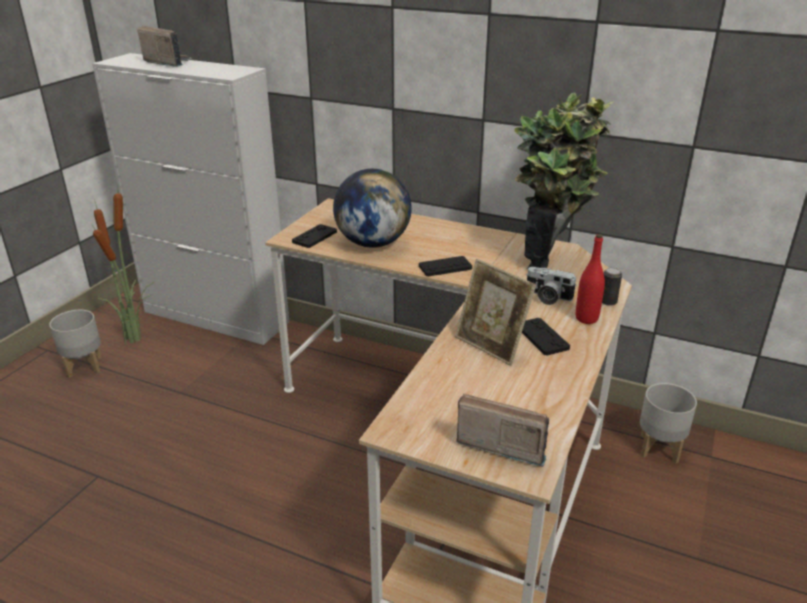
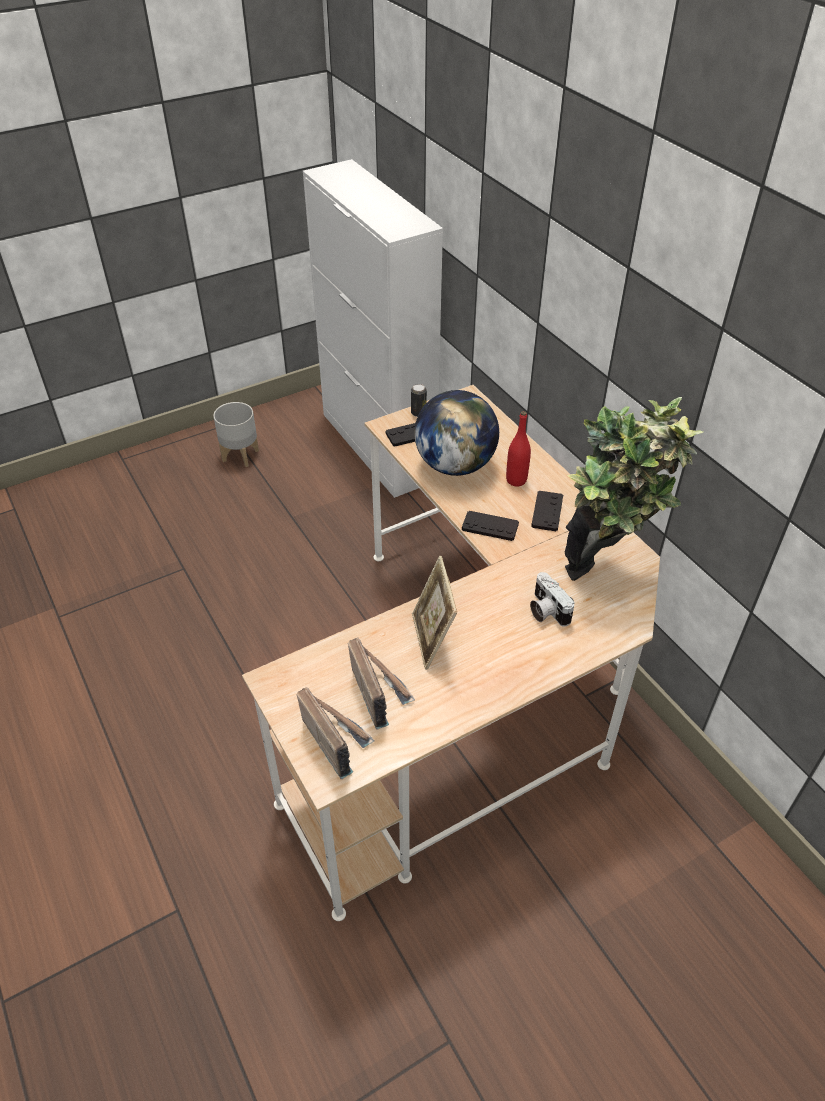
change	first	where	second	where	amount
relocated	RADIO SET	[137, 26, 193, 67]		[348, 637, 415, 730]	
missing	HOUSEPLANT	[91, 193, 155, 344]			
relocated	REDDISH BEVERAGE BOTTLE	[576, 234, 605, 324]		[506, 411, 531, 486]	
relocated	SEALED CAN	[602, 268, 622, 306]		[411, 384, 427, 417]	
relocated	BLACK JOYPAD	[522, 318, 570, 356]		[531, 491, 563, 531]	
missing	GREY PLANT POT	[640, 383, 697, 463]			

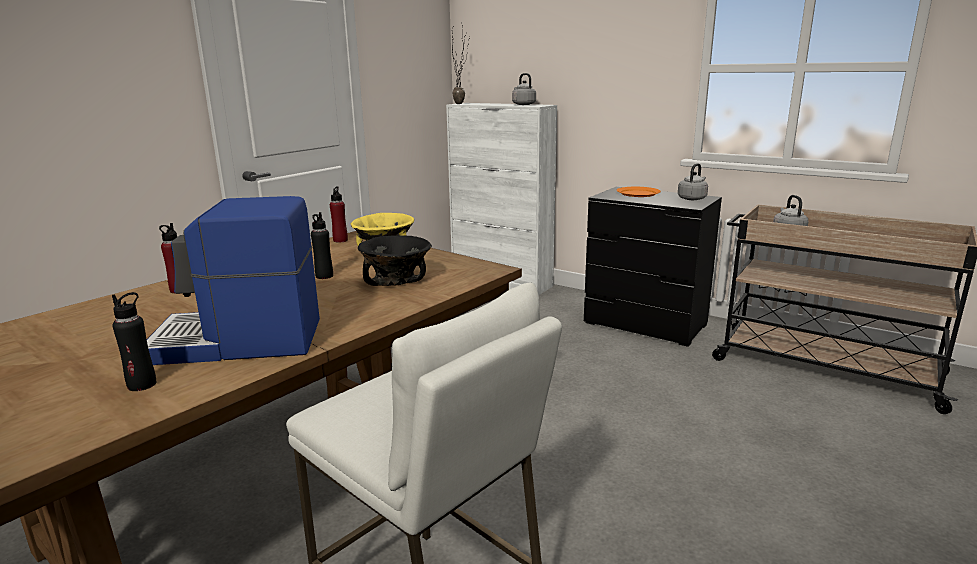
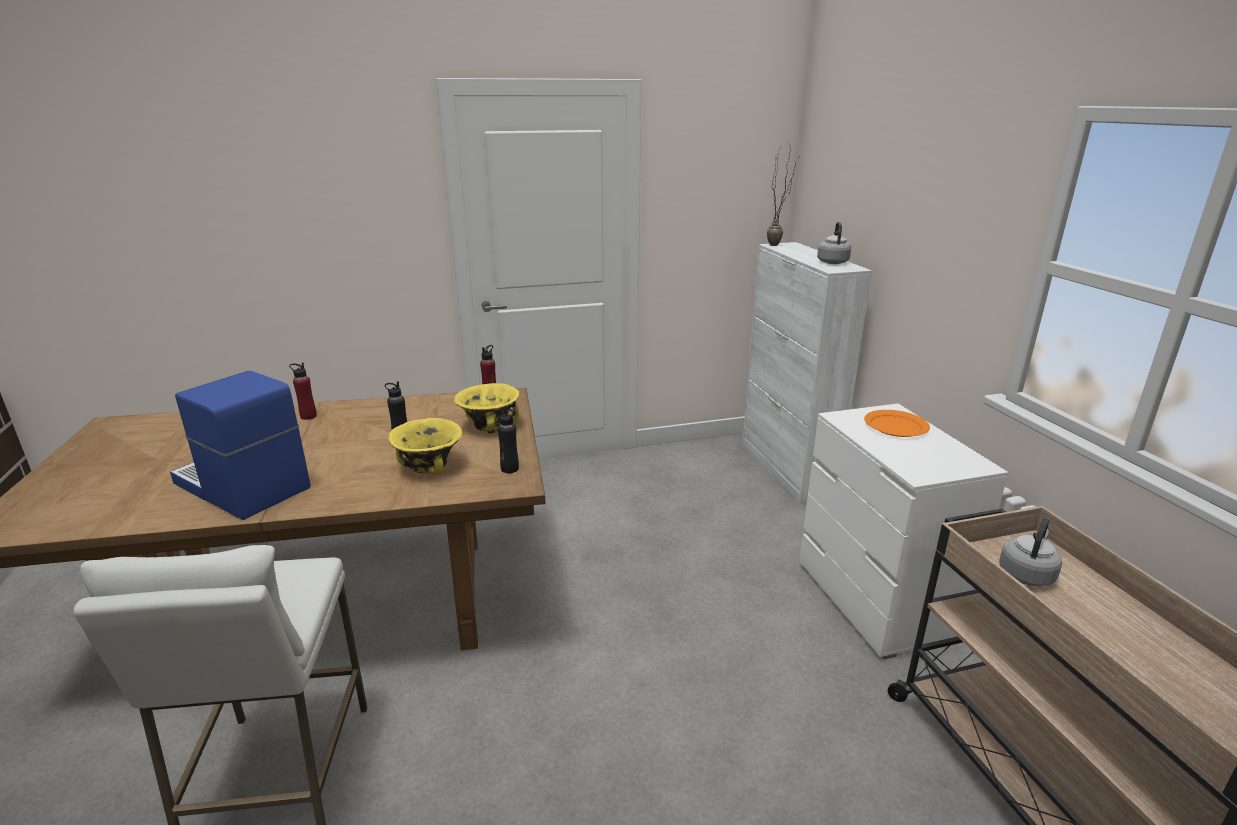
change	first	where	second	where	amount
missing	GREY TEA KETTLE	[678, 163, 708, 200]			
colour	BLACK DRAWER CHEST	[584, 187, 722, 347]	WHITE DRAWER CHEST	[799, 403, 1008, 659]	
colour	BLACK BOWL	[358, 235, 432, 286]	YELLOWISH BOWL	[388, 418, 462, 475]	
relocated	BLACK BEVERAGE BOTTLE	[112, 292, 156, 391]		[498, 408, 519, 473]	

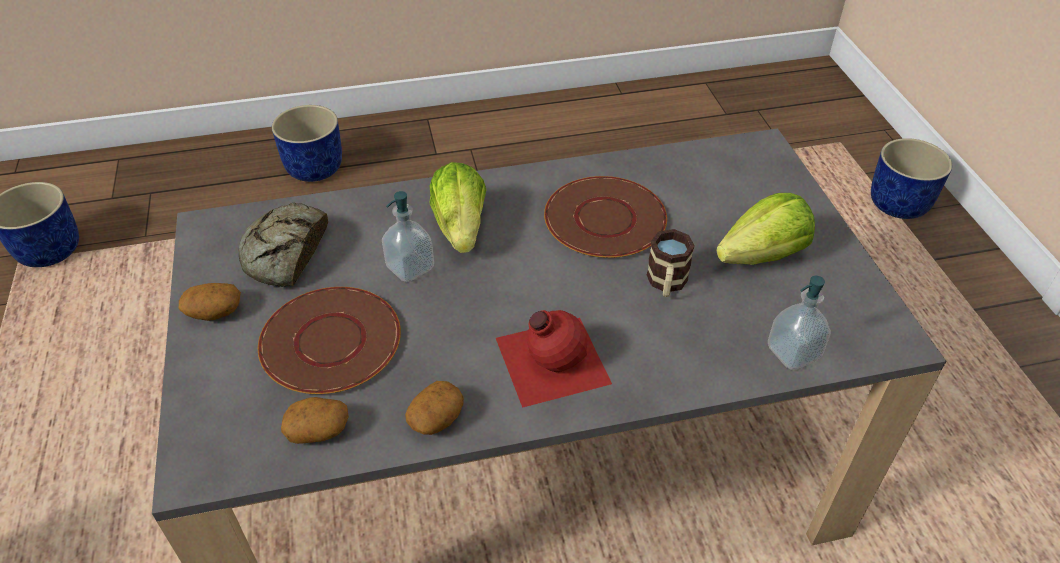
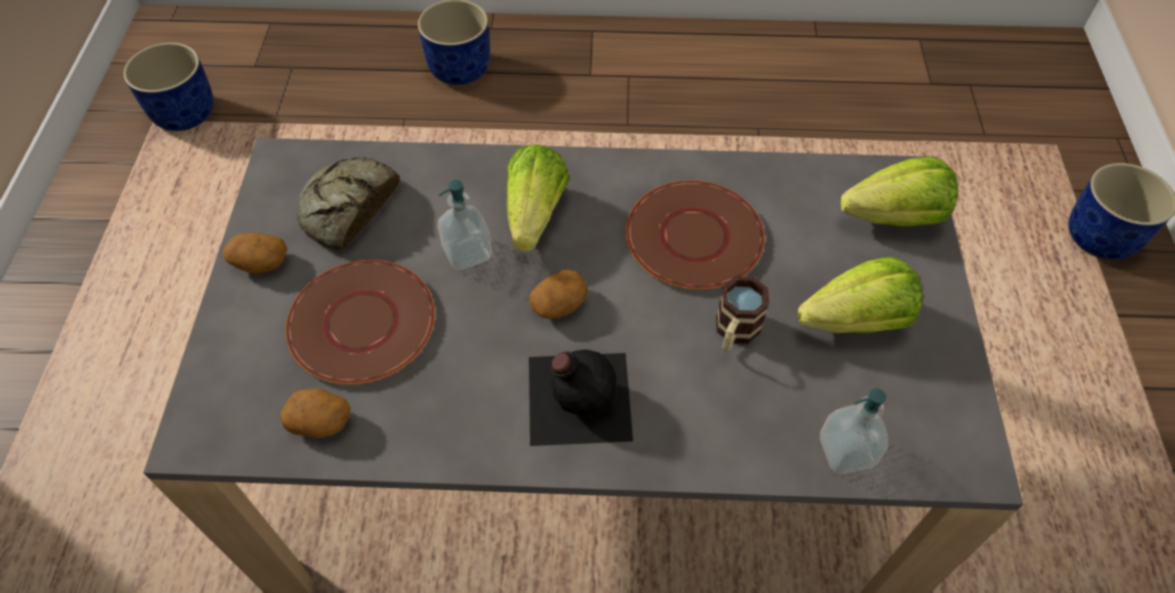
change	first	where	second	where	amount
colour	REDDISH BEVERAGE BOTTLE	[496, 310, 612, 408]	BLACK BEVERAGE BOTTLE	[529, 349, 633, 446]	
relocated	POTATO	[405, 381, 464, 435]		[529, 269, 588, 319]	
appeared			HEAD OF LETTUCE	[840, 157, 958, 227]	

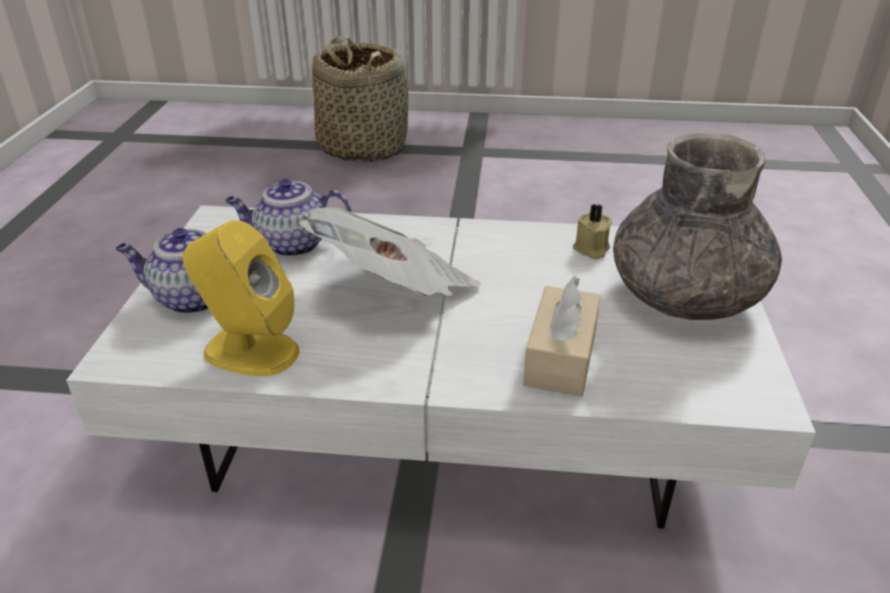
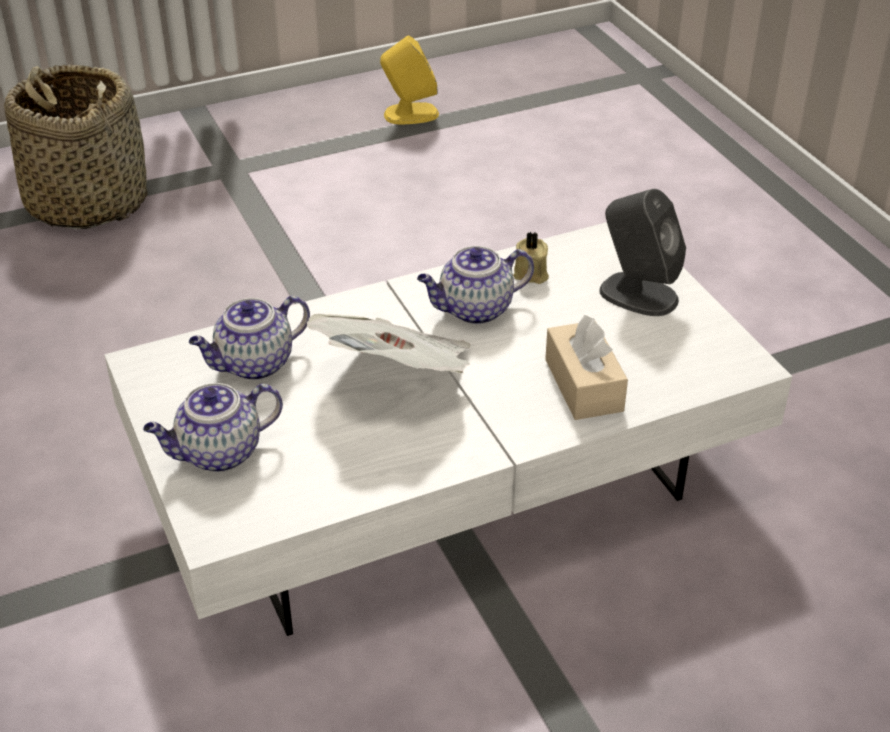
change	first	where	second	where	amount
exchanged	GREY VASE	[613, 133, 782, 320]	GREY AUDIO SPEAKER	[599, 189, 686, 316]	
relocated	YELLOWISH AUDIO SPEAKER	[182, 220, 299, 376]		[380, 35, 439, 124]	
appeared			POT FOR TEA	[417, 246, 534, 325]	

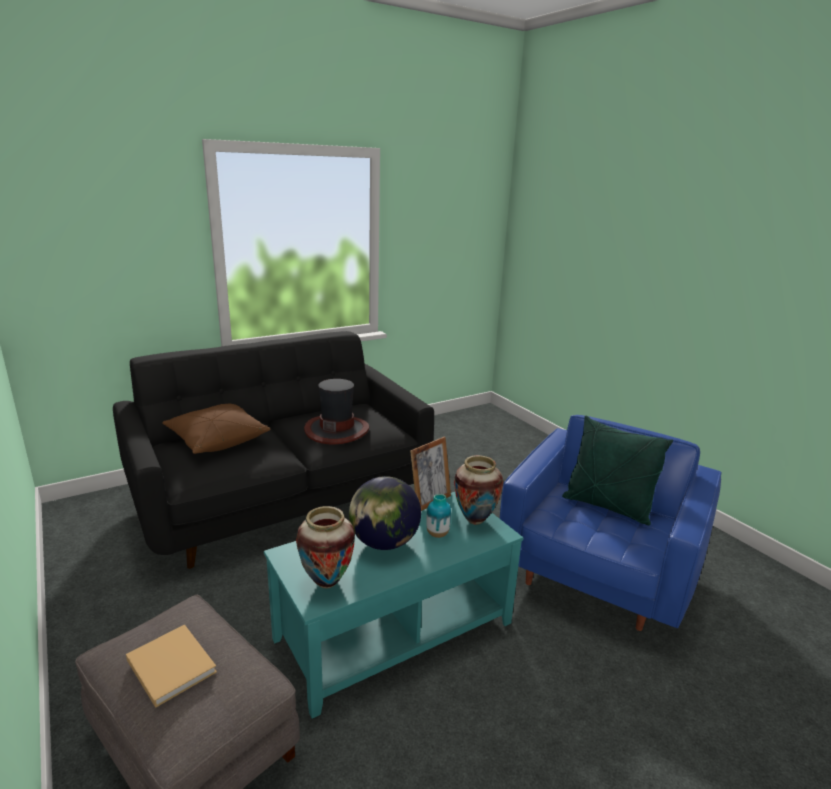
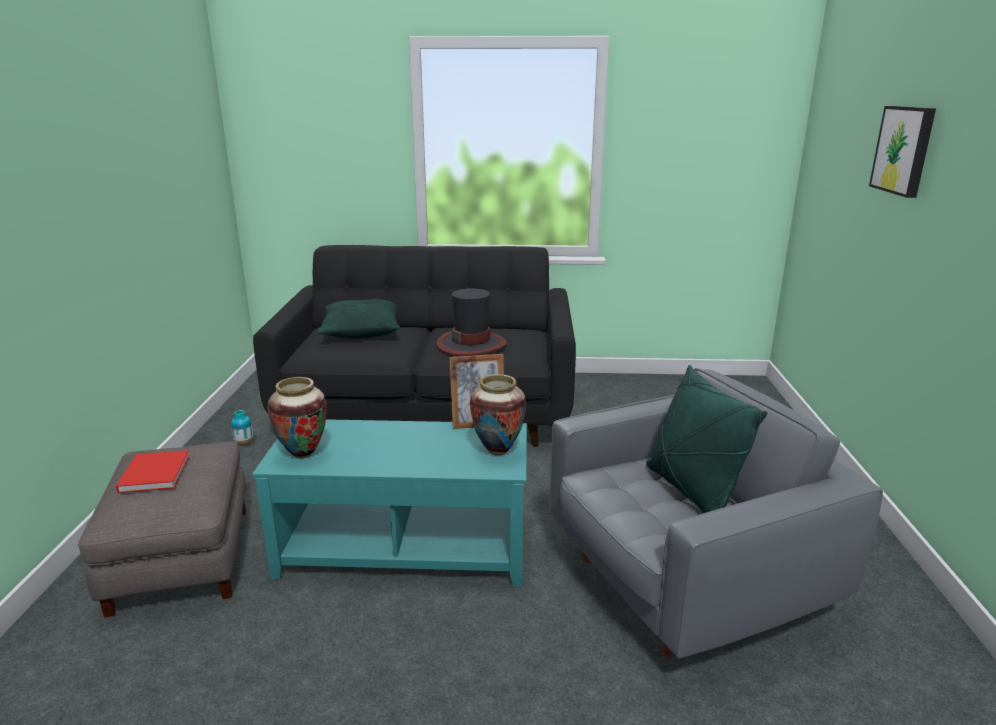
change	first	where	second	where	amount
colour	BROWN-COLOURED PILLOW	[162, 404, 270, 454]	GREEN-COLOURED PILLOW	[316, 299, 400, 339]	
colour	BLUISH LOUNGE CHAIR	[500, 415, 722, 631]	GREY LOUNGE CHAIR	[550, 368, 883, 659]	
missing	WORLD GLOBE	[349, 476, 421, 550]			
relocated	VASE	[426, 494, 451, 538]		[231, 410, 253, 445]	
colour	SAND-COLOURED BOOK	[126, 624, 217, 708]	REDDISH BOOK	[116, 450, 190, 493]	
appeared			WALL PICTURE	[869, 106, 936, 198]	

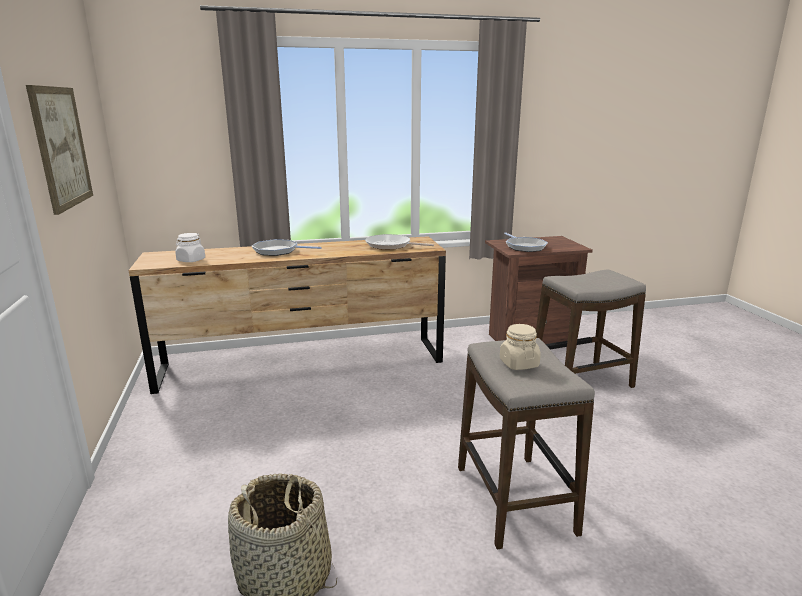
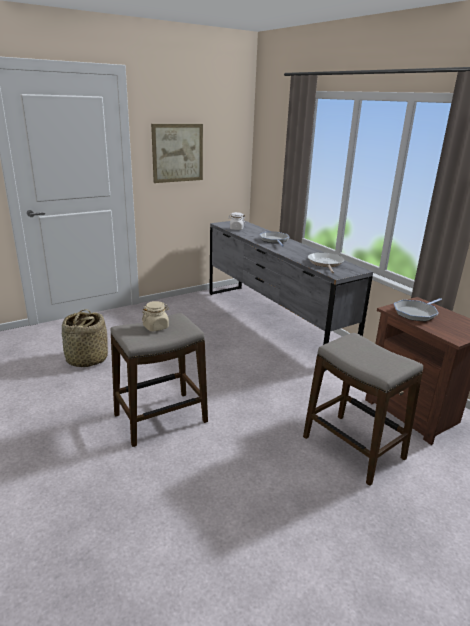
change	first	where	second	where	amount
colour	BROWN-COLOURED DRAWER CHEST	[129, 236, 446, 394]	GREY DRAWER CHEST	[209, 221, 373, 372]	

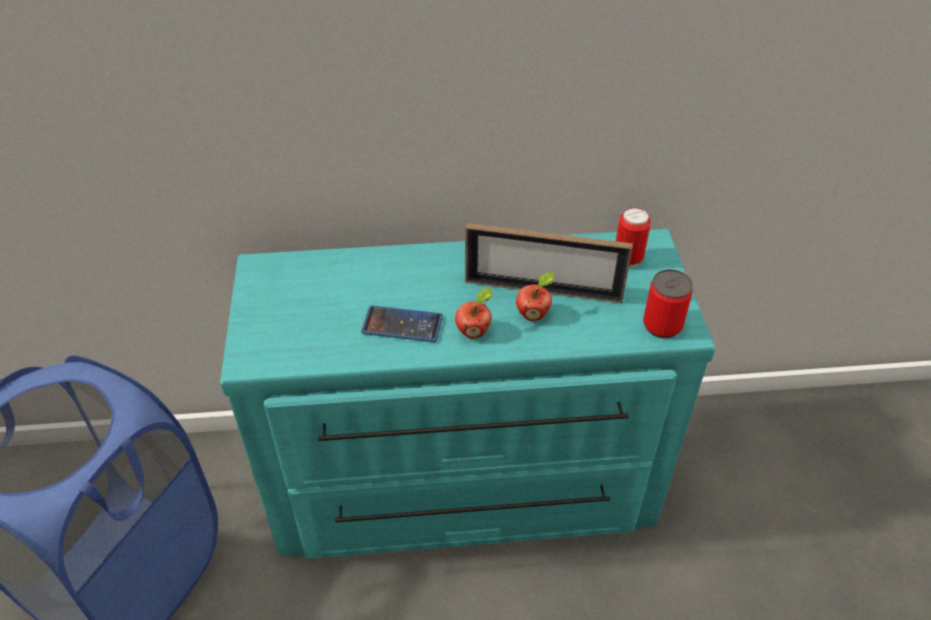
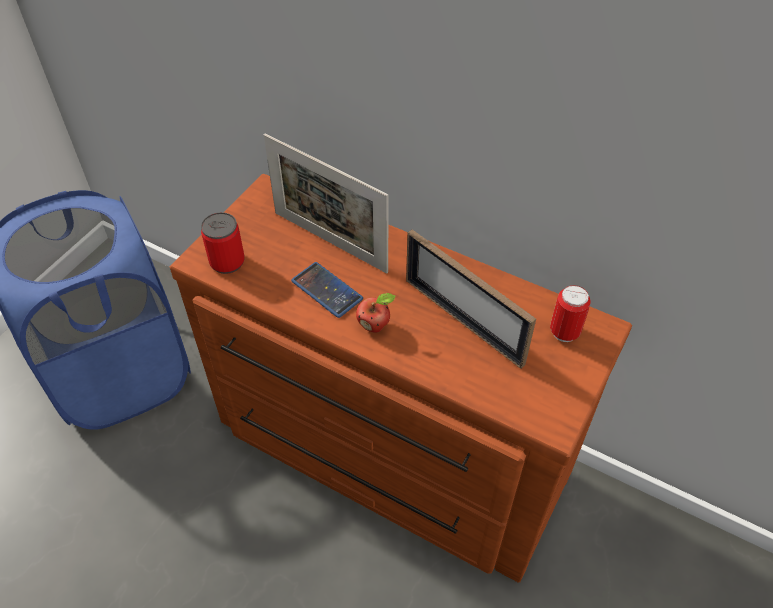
change	first	where	second	where	amount
colour	TURQUOISE DRAWER CHEST	[220, 229, 716, 559]	BROWN-COLOURED DRAWER CHEST	[169, 174, 632, 583]	
relocated	SEALED CAN	[643, 269, 693, 338]		[201, 212, 245, 274]	
missing	APPLE FRUIT	[516, 272, 554, 321]			
appeared			PHOTO FRAME	[264, 133, 388, 273]	

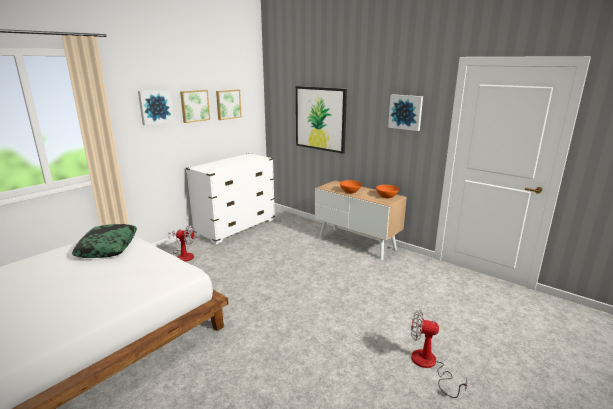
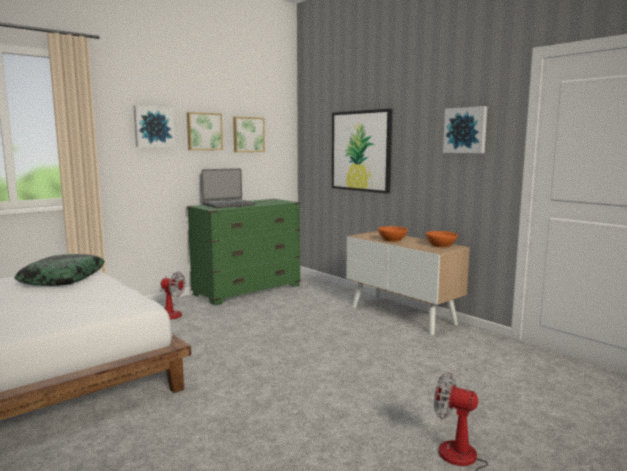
change	first	where	second	where	amount
colour	WHITE DRAWER CHEST	[186, 153, 275, 244]	GREEN-COLOURED DRAWER CHEST	[187, 199, 301, 305]	
appeared			LAPTOP	[201, 168, 256, 208]	

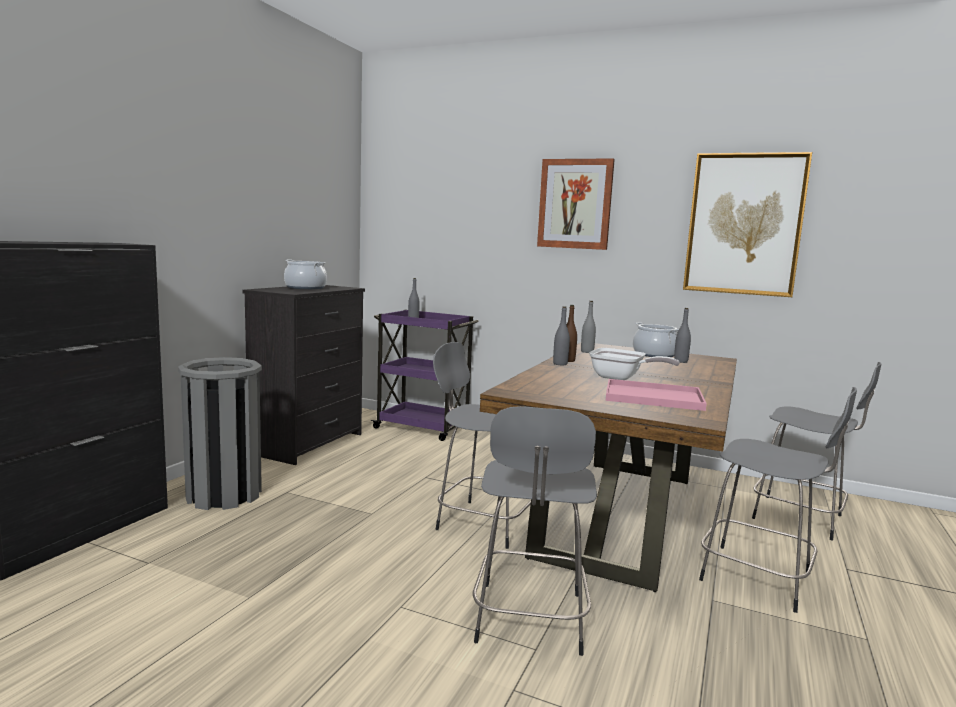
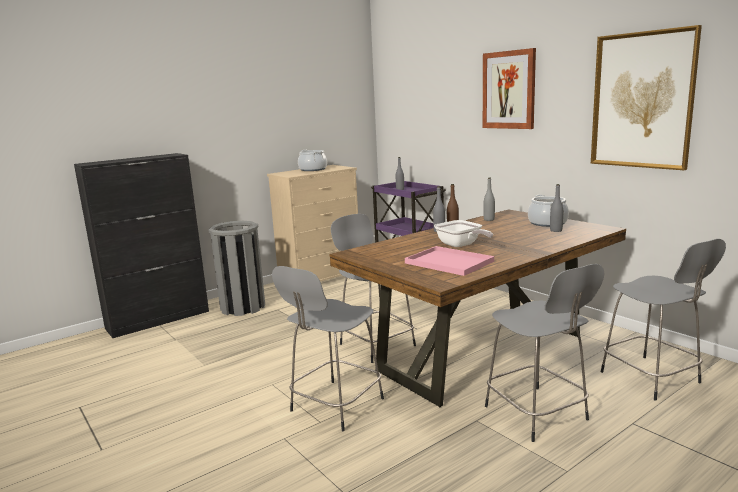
change	first	where	second	where	amount
colour	BLACK DRAWER CHEST	[242, 285, 365, 465]	SAND-COLOURED DRAWER CHEST	[267, 165, 358, 282]	

